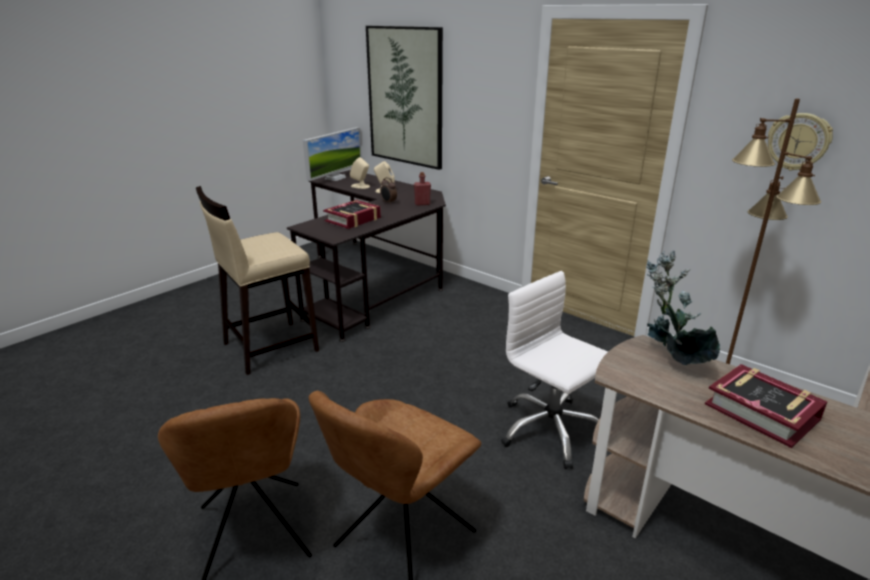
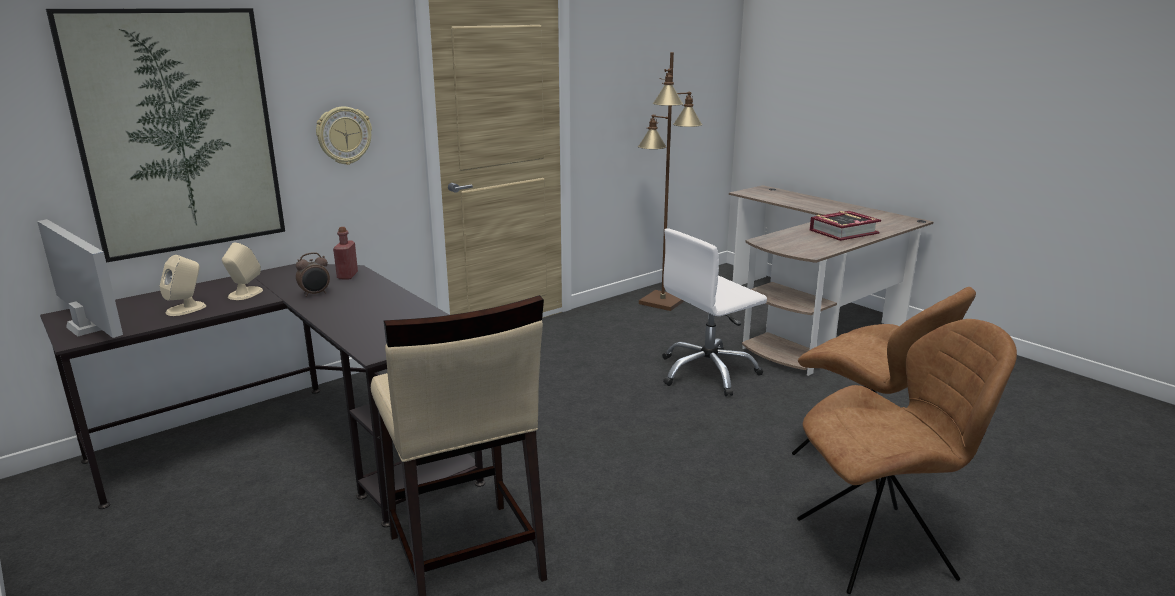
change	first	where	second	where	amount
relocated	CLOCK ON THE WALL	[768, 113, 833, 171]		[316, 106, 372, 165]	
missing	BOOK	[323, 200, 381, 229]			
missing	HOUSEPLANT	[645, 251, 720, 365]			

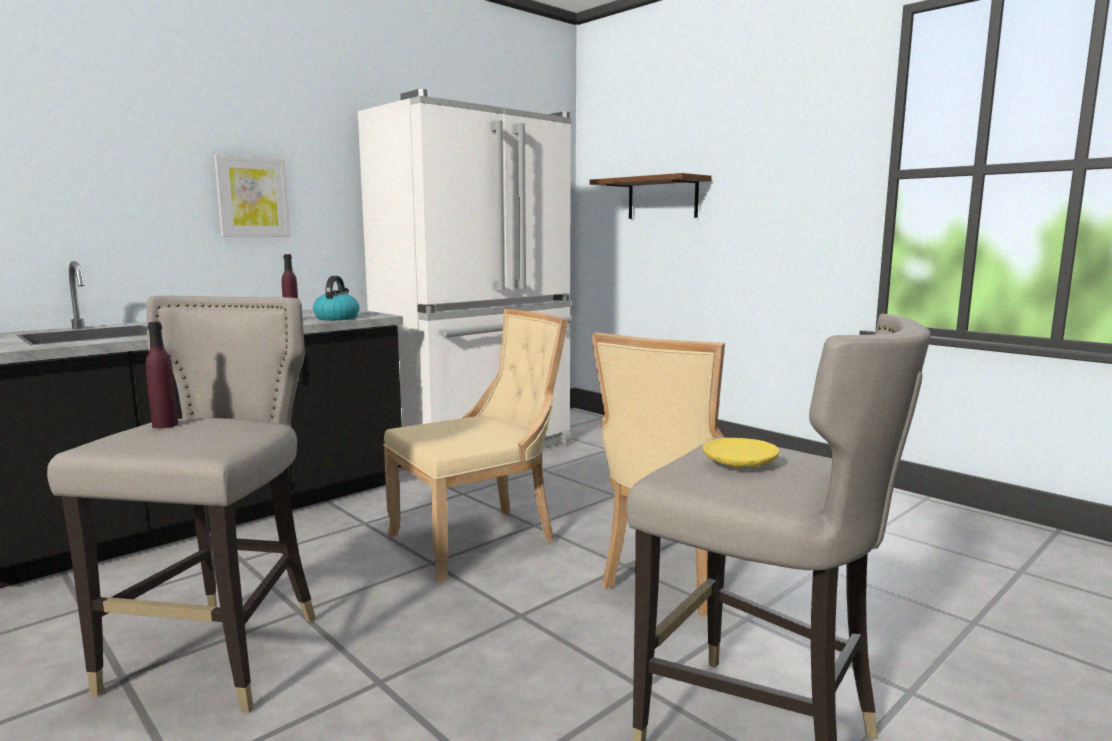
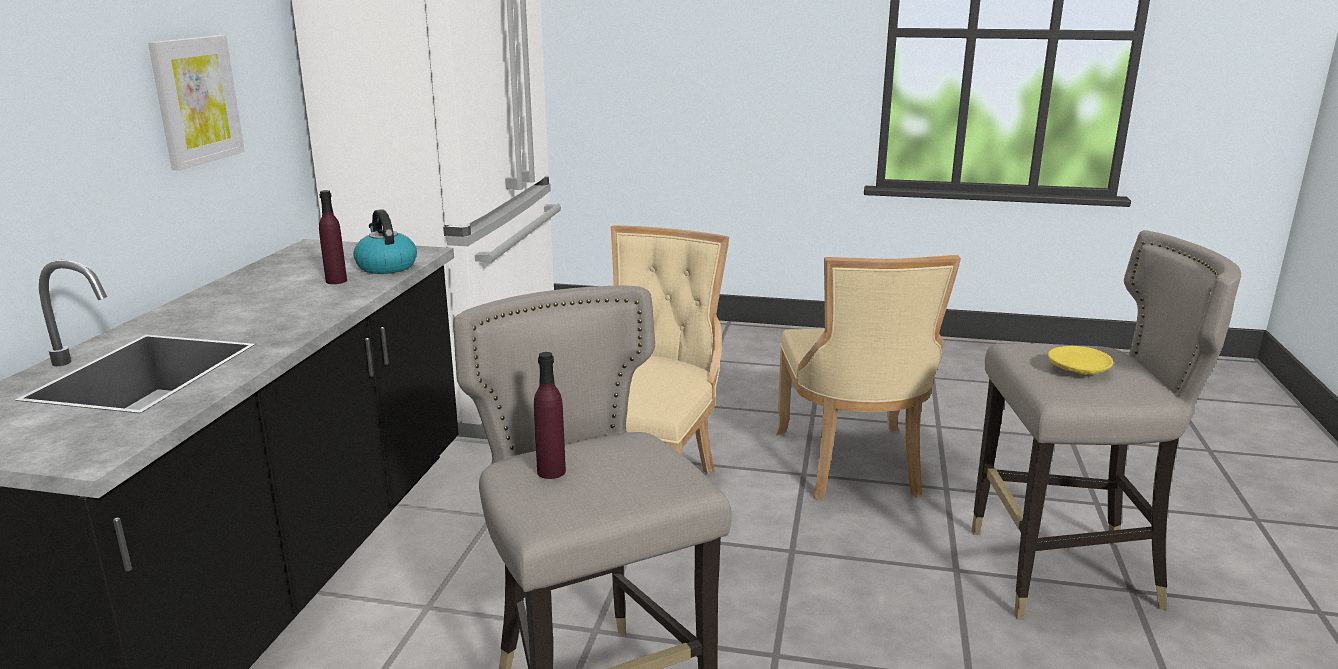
change	first	where	second	where	amount
missing	BROWN-COLOURED SHELF	[590, 173, 712, 219]			

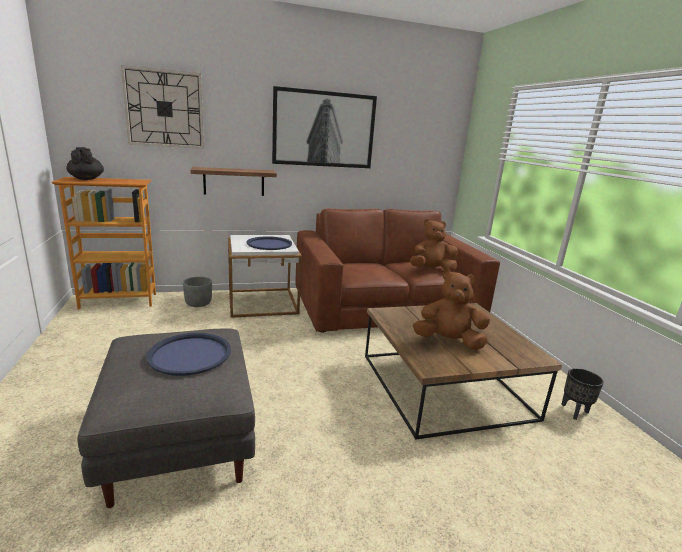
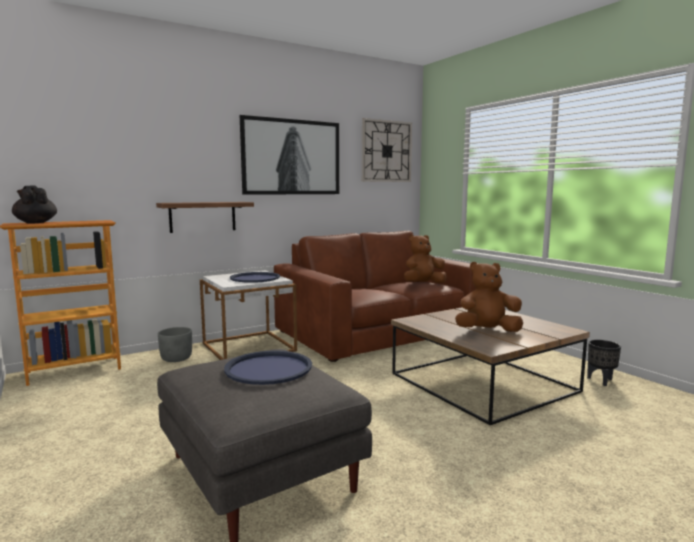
change	first	where	second	where	amount
relocated	CLOCK ON THE WALL	[121, 65, 204, 149]		[362, 118, 412, 182]	

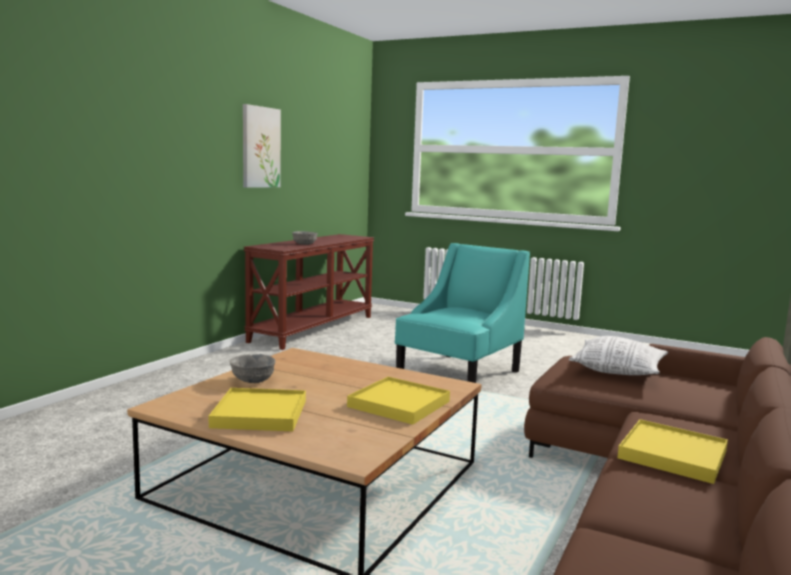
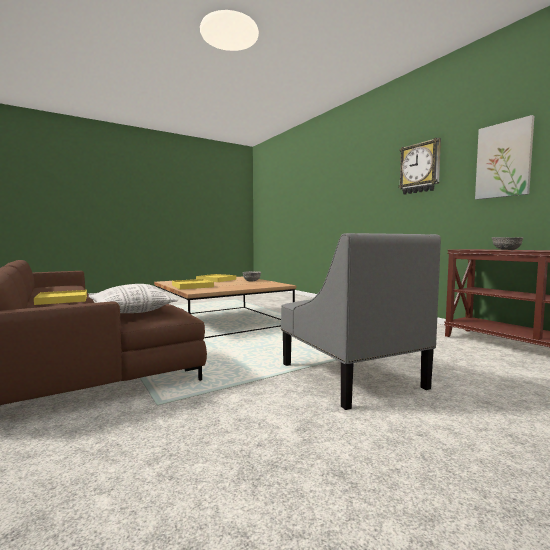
change	first	where	second	where	amount
colour	TURQUOISE LOUNGE CHAIR	[394, 243, 530, 383]	GREY LOUNGE CHAIR	[281, 233, 441, 410]	
appeared			CLOCK ON THE WALL	[398, 138, 441, 195]	

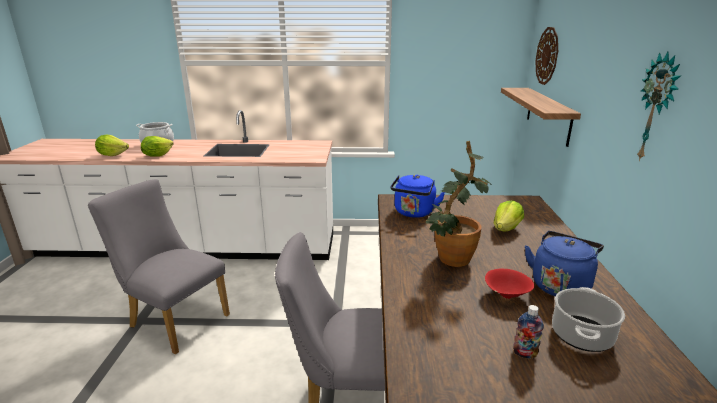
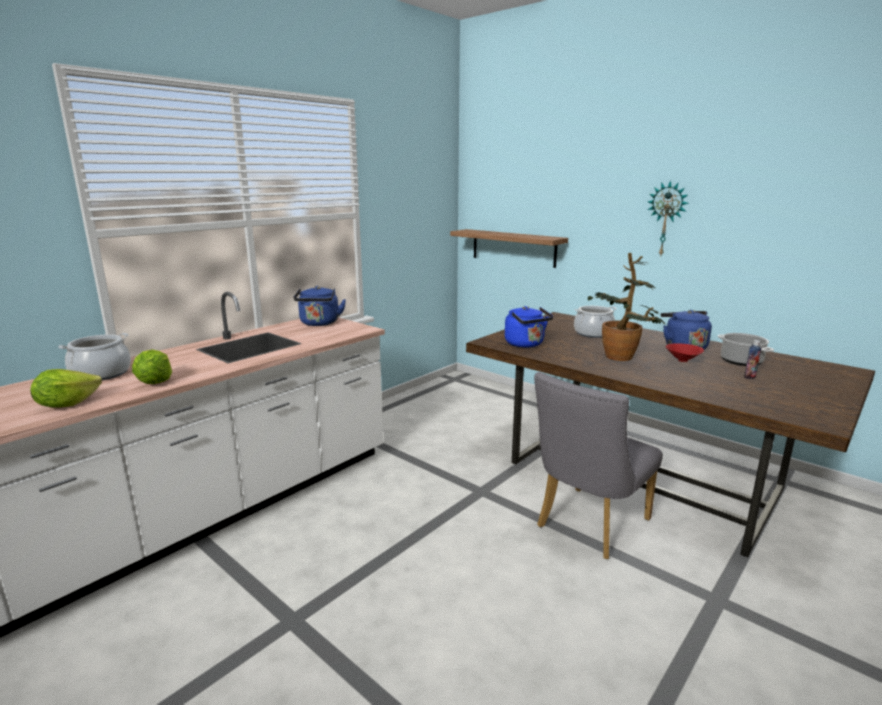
change	first	where	second	where	amount
missing	CLOCK ON THE WALL	[535, 27, 558, 85]			
missing	GREY UPRIGHT CHAIR	[88, 179, 230, 354]			
exchanged	HEAD OF LETTUCE	[494, 200, 524, 232]	SAUCEPOT	[574, 306, 617, 338]	
appeared			BLUISH TEA KETTLE	[294, 286, 346, 326]	

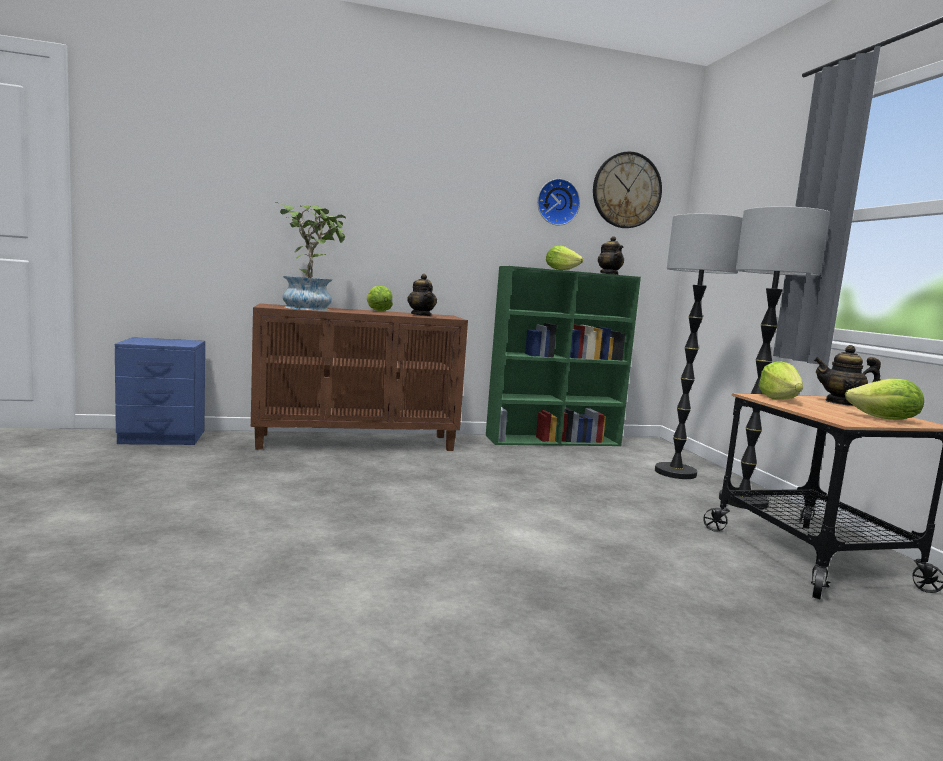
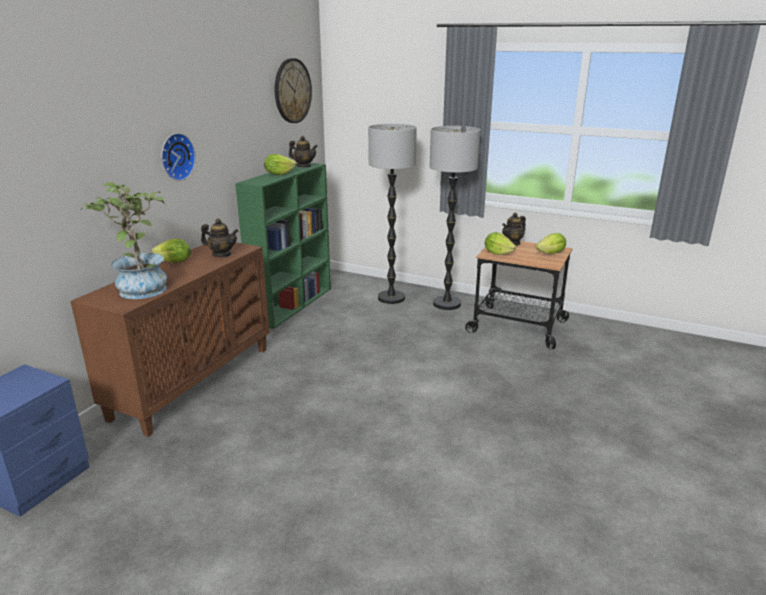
change	first	where	second	where	amount
relocated	CLOCK ON THE WALL	[537, 179, 580, 225]		[161, 133, 196, 181]	

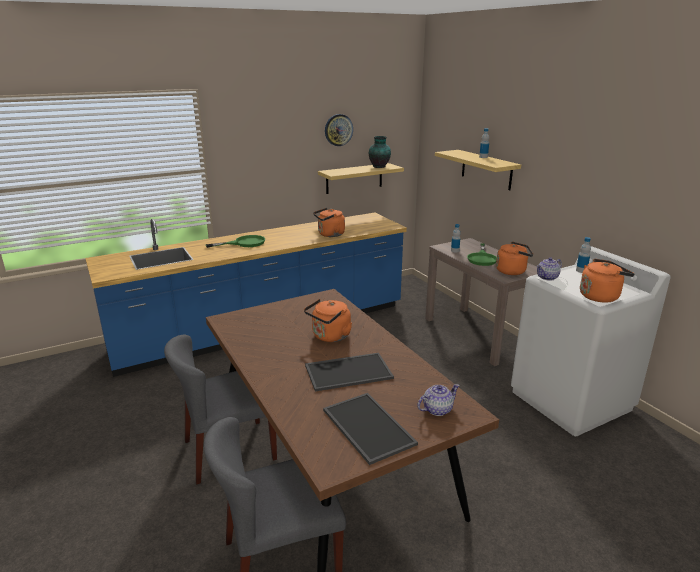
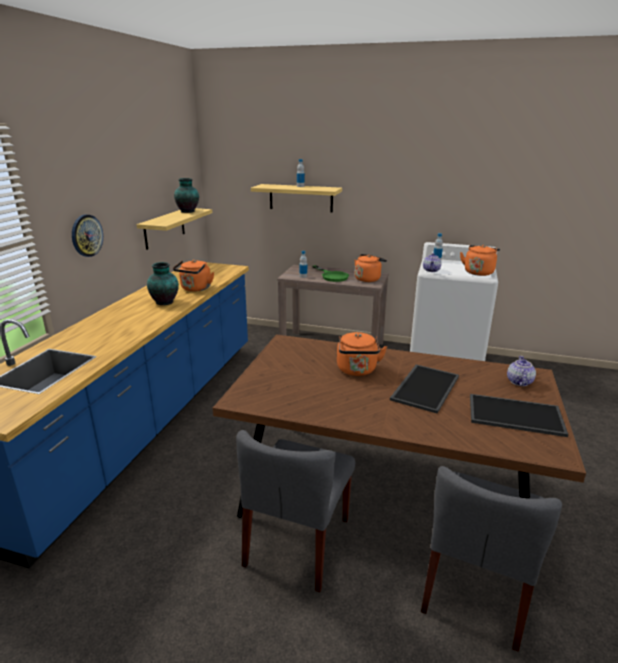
change	first	where	second	where	amount
relocated	CLOCK ON THE WALL	[325, 114, 353, 146]		[72, 215, 103, 257]	
missing	GREEN-COLOURED FRYING PAN	[205, 235, 265, 248]			
appeared			VASE	[147, 262, 179, 305]	

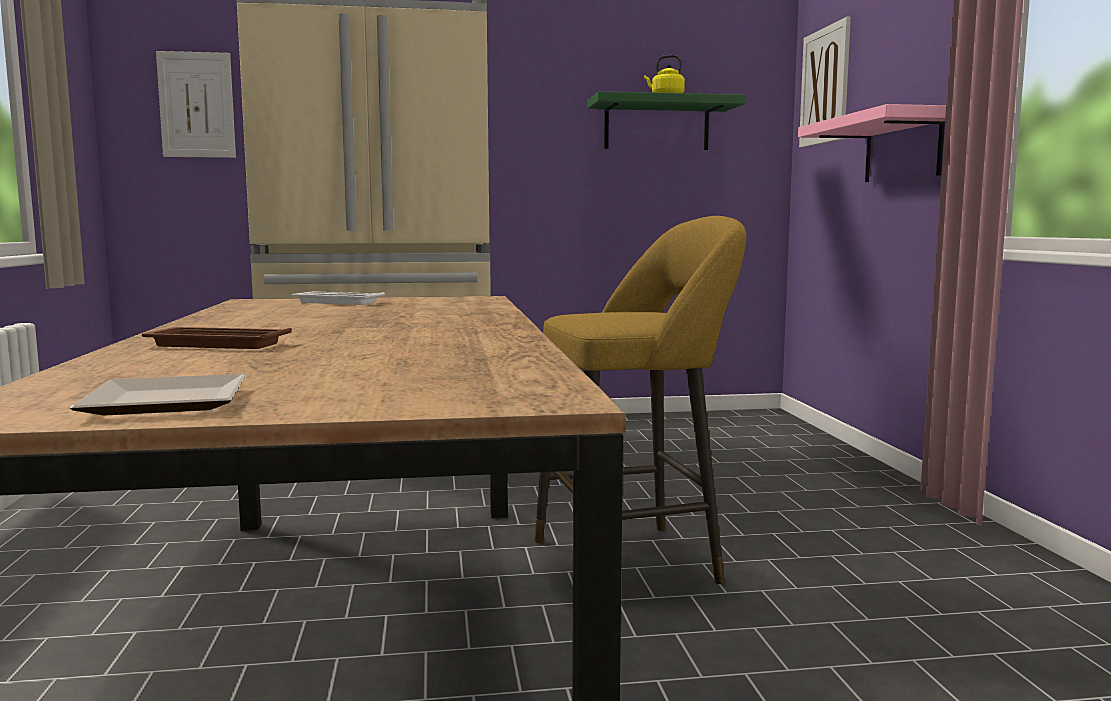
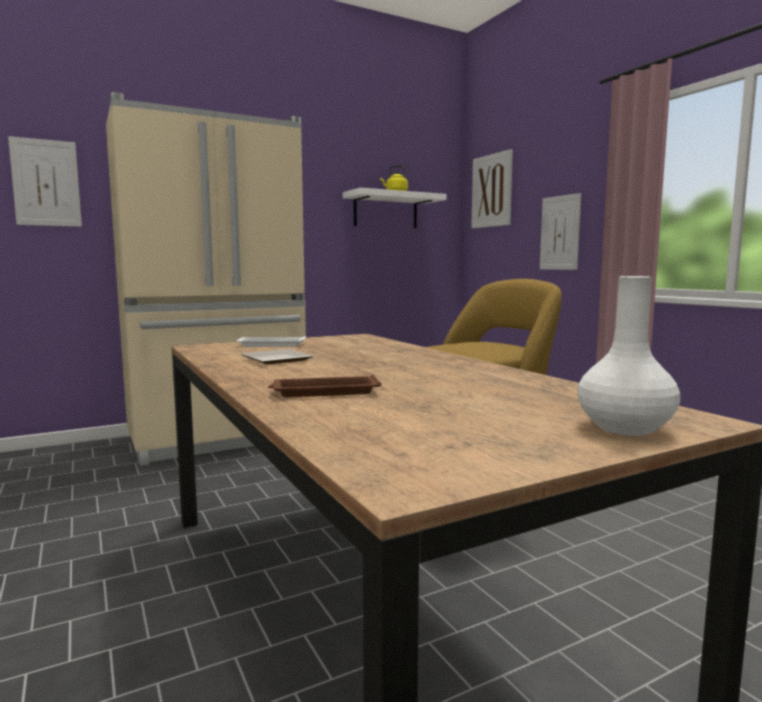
change	first	where	second	where	amount
colour	GREEN-COLOURED SHELF	[587, 91, 746, 150]	WHITE SHELF	[343, 188, 446, 228]	
exchanged	PINK SHELF	[798, 104, 946, 182]	WALL PICTURE	[540, 193, 581, 270]	
relocated	PLATE	[69, 374, 246, 415]		[241, 349, 313, 365]	
appeared			WHITE VASE	[577, 276, 680, 436]	

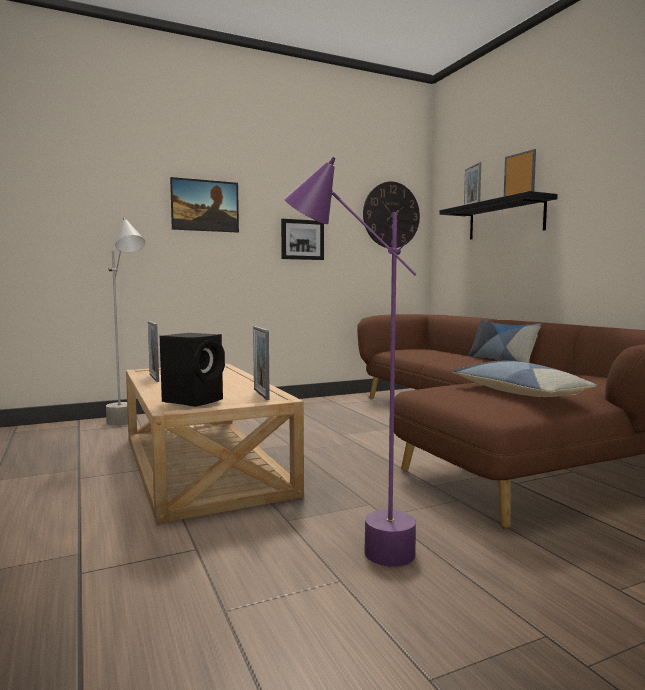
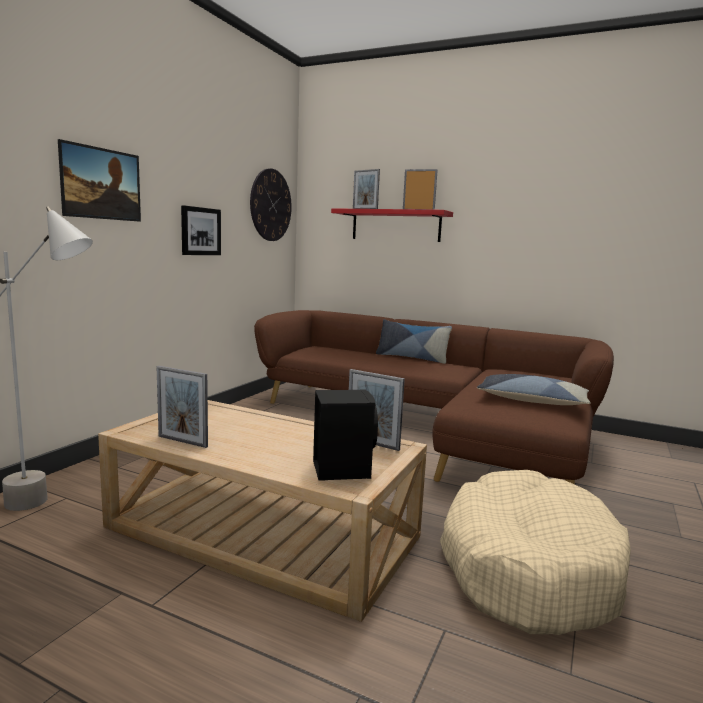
change	first	where	second	where	amount
exchanged	PURPLISH STANDARD LAMP	[284, 157, 416, 567]	SAND-COLOURED DOG CUSHION	[440, 470, 631, 635]	
colour	BLACK SHELF	[439, 191, 558, 239]	REDDISH SHELF	[331, 208, 453, 242]	

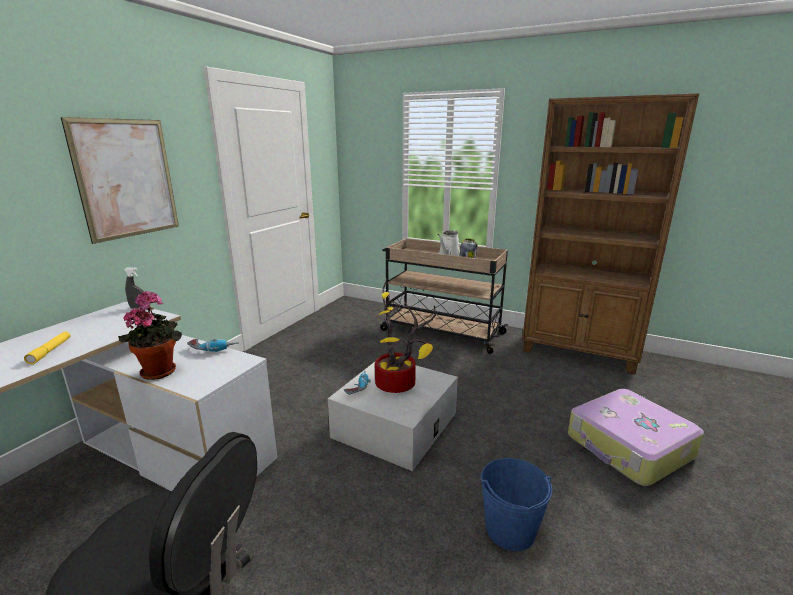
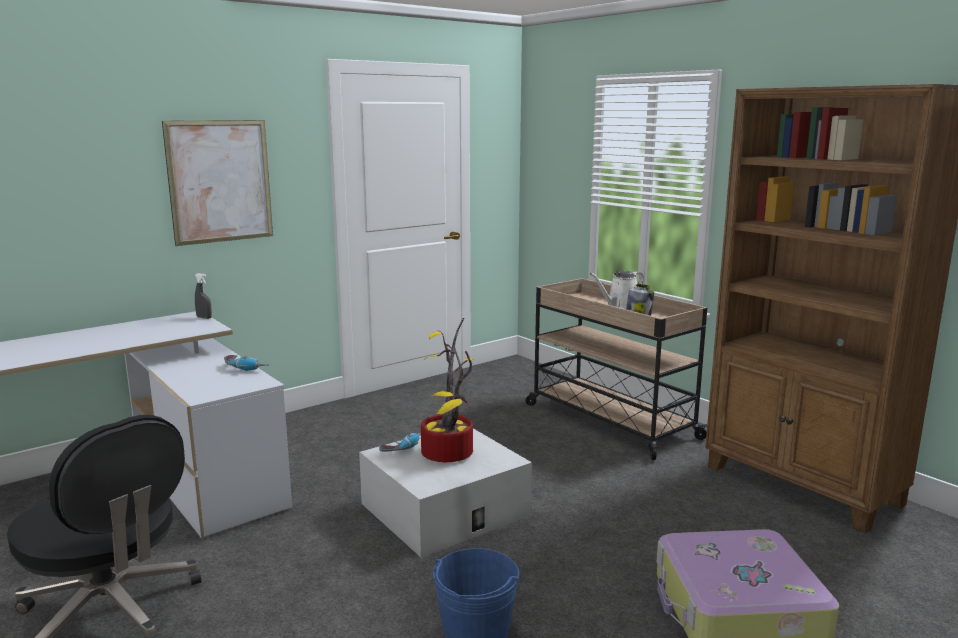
change	first	where	second	where	amount
missing	HOUSEPLANT	[118, 291, 182, 380]			
missing	YELLOWISH HAND TORCH	[24, 331, 70, 364]			

